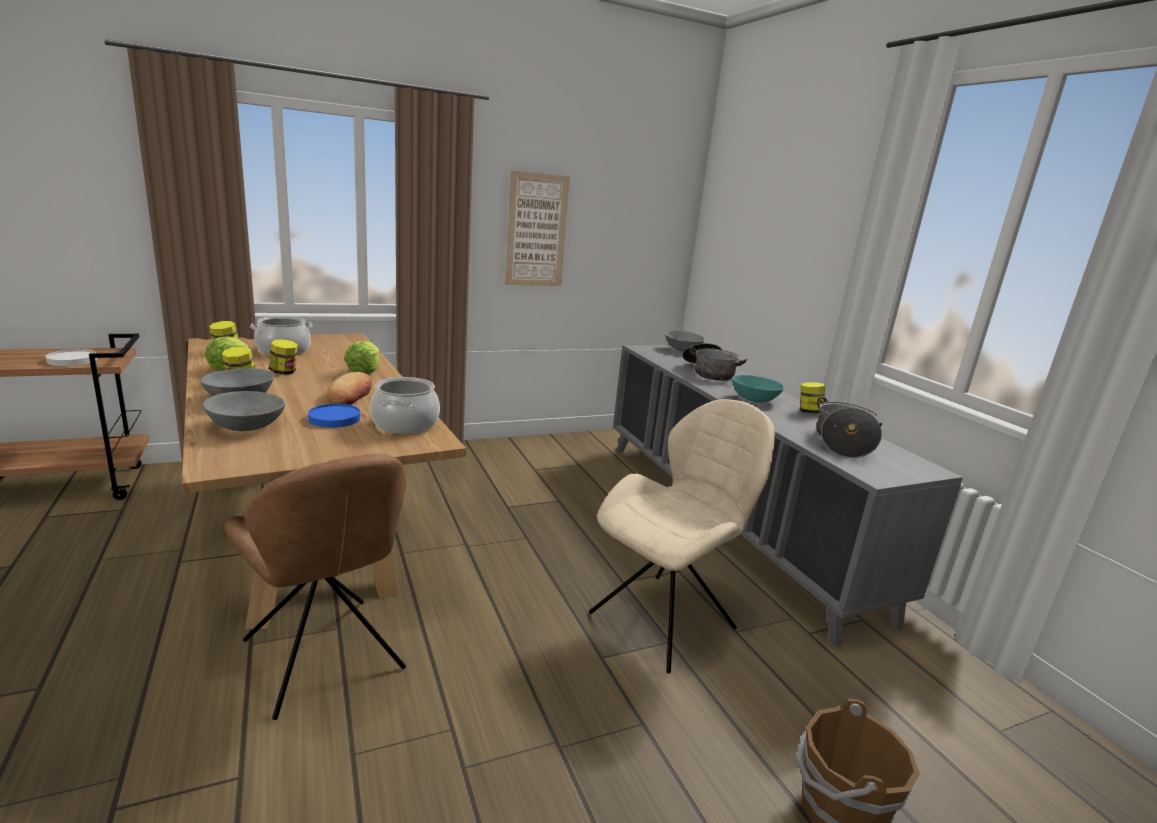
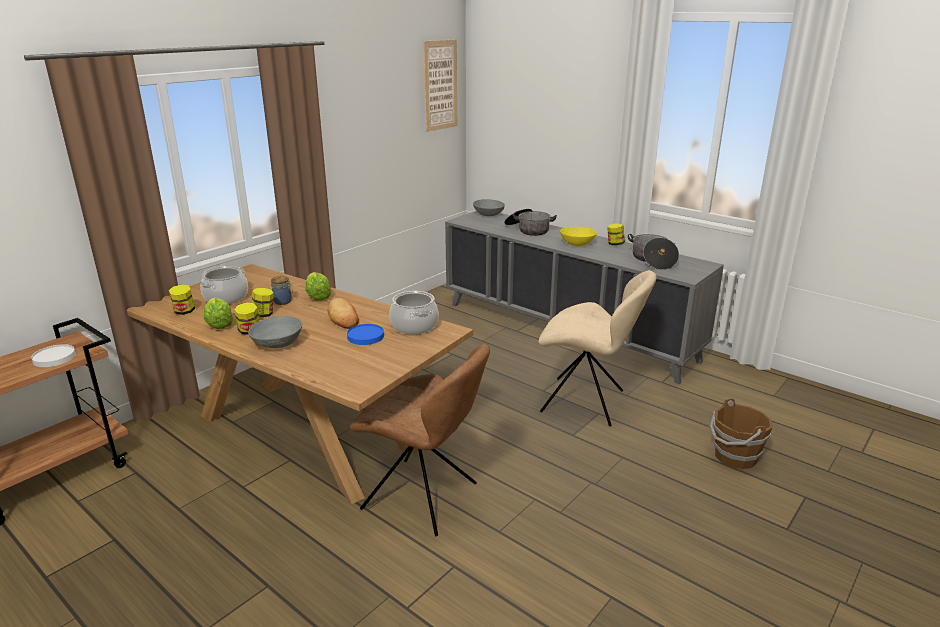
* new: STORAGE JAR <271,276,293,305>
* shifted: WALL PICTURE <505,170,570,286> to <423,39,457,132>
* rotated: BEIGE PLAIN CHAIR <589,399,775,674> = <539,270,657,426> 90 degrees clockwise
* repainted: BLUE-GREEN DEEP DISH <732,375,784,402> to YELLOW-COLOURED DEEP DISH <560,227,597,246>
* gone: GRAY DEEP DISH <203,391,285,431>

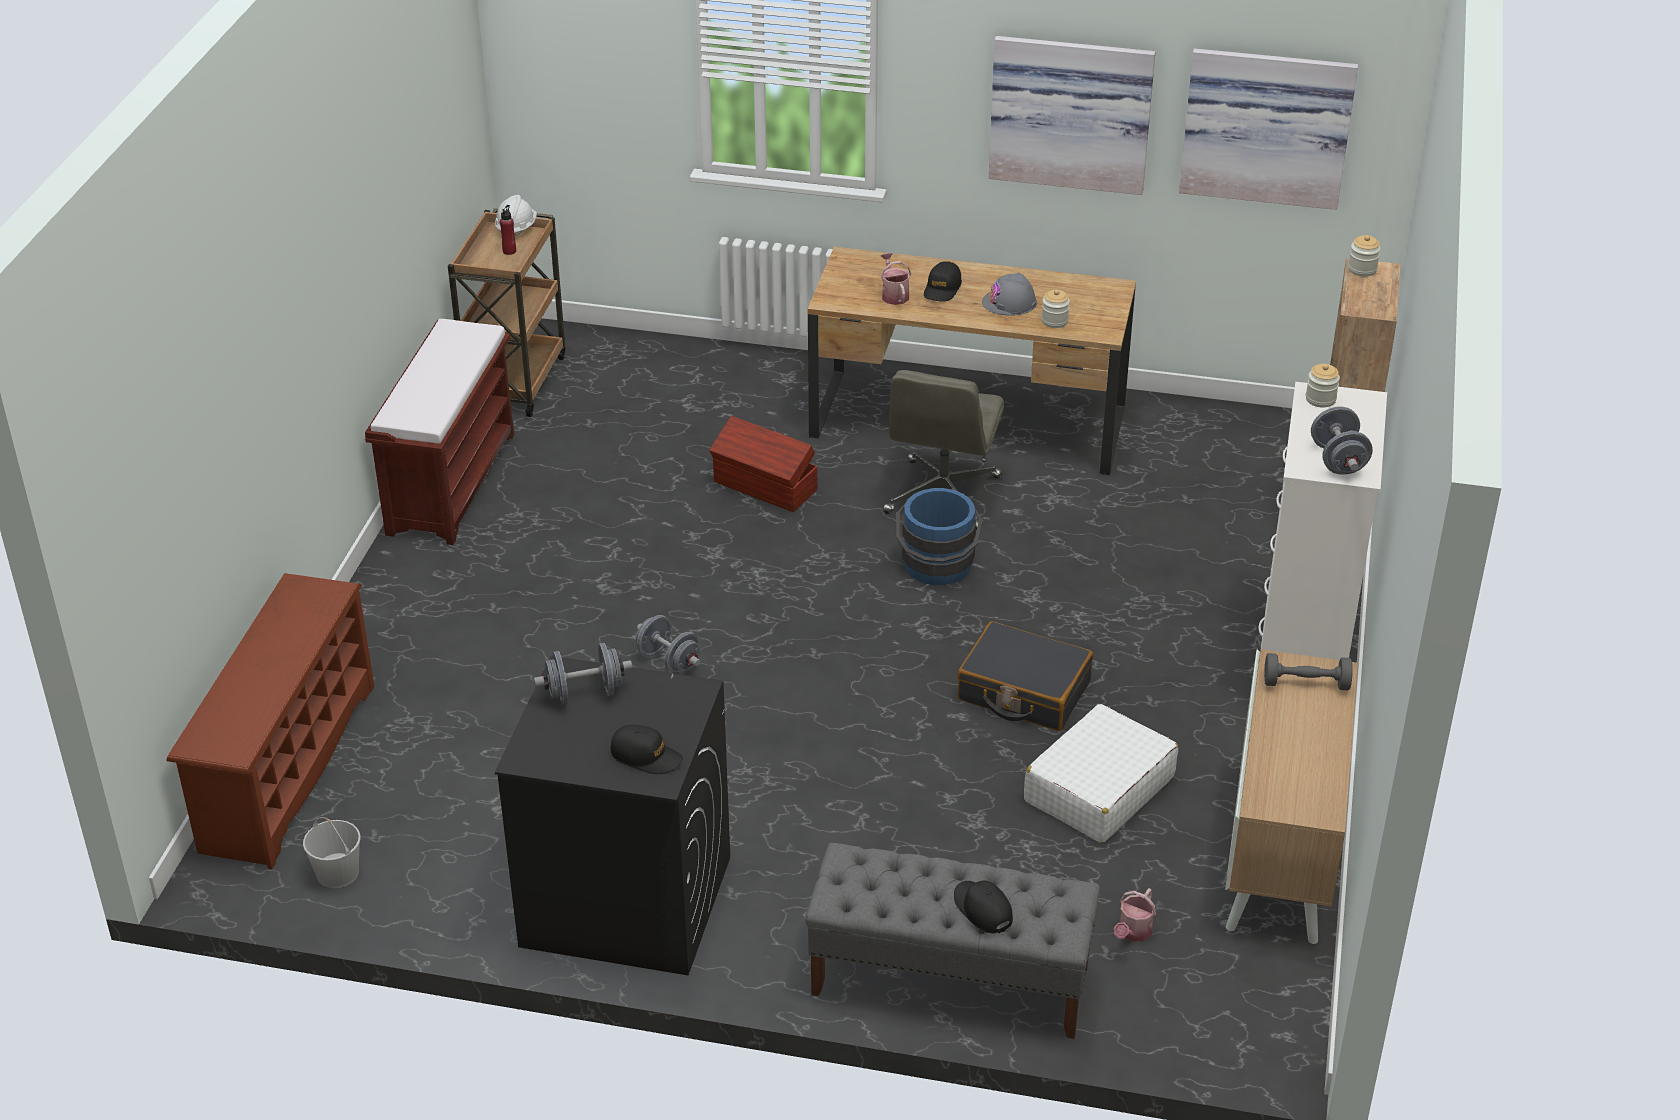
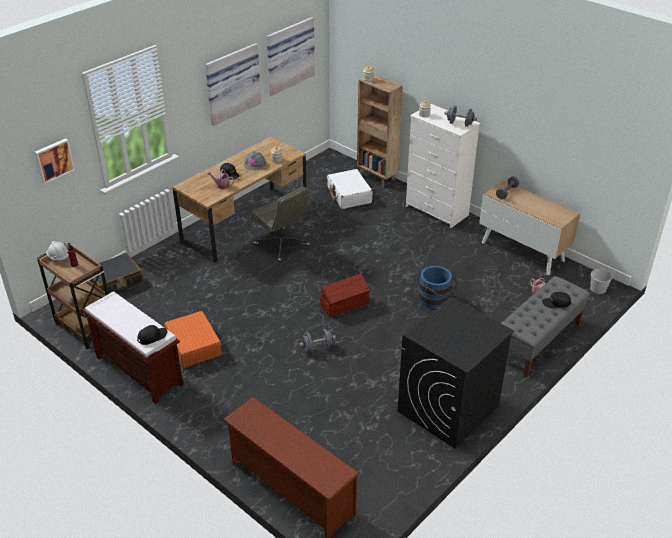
* new: WALL PICTURE <34,138,75,184>
* shifted: BLACK TRAVEL CASE <957,621,1093,731> to <89,253,143,294>
* shifted: BLACK PEAKED CAP <611,725,683,774> to <137,325,168,345>
* new: ORANGEY TRAVEL CASE <164,311,222,368>
* shifted: BROWN STORAGE BOX <709,416,817,512> to <320,274,370,317>
* shifted: WHITISH TRAVEL CASE <1024,704,1178,843> to <327,169,373,209>
* shifted: BLUE WATER BUCKET <896,488,983,585> to <418,266,458,309>
* shifted: WHITISH WATER BUCKET <303,818,361,888> to <590,267,613,294>
* gone: GRAY DUMBBELL <534,643,632,704>

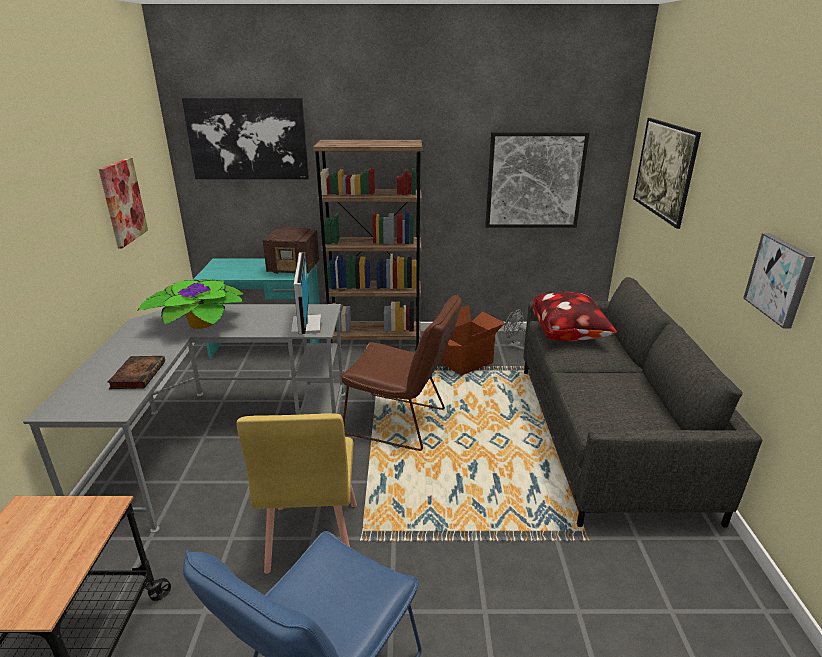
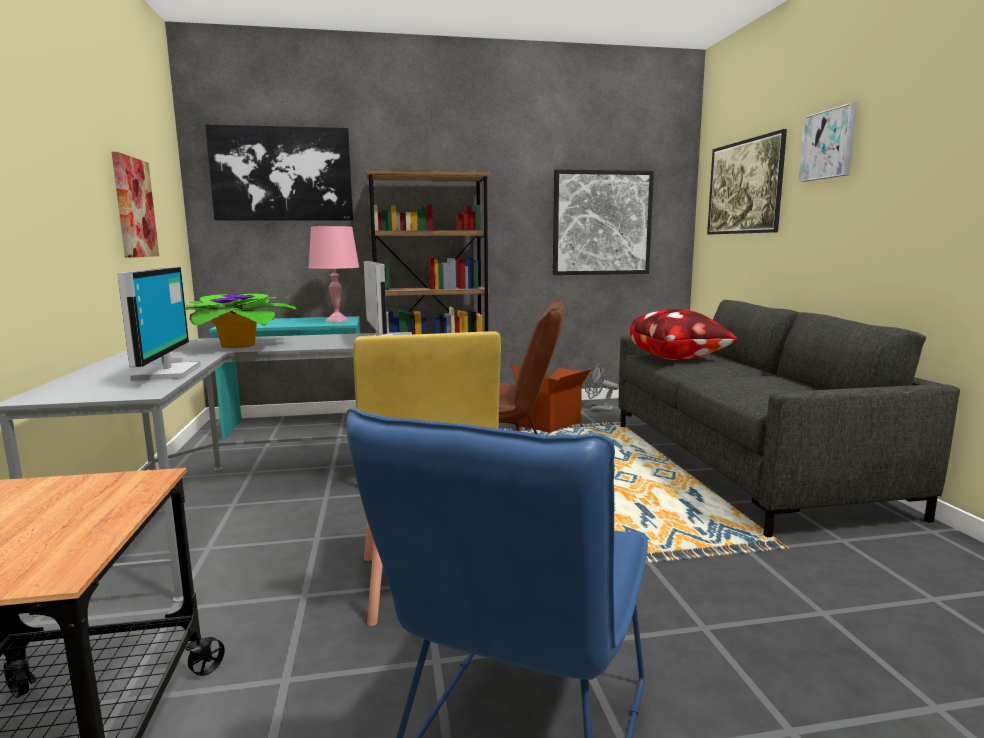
* swapped: BOUND BOOK <107,356,165,389> to COMPUTER DISPLAY <117,267,201,381>
* swapped: RADIO SET <263,227,319,274> to PINKISH LAMP FOR A TABLE <308,226,359,322>
* shifted: WALL PICTURE <743,233,815,328> to <798,103,857,182>

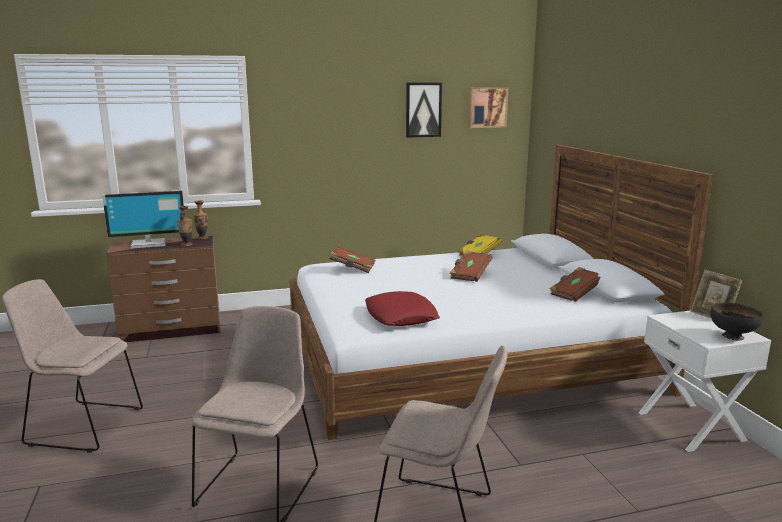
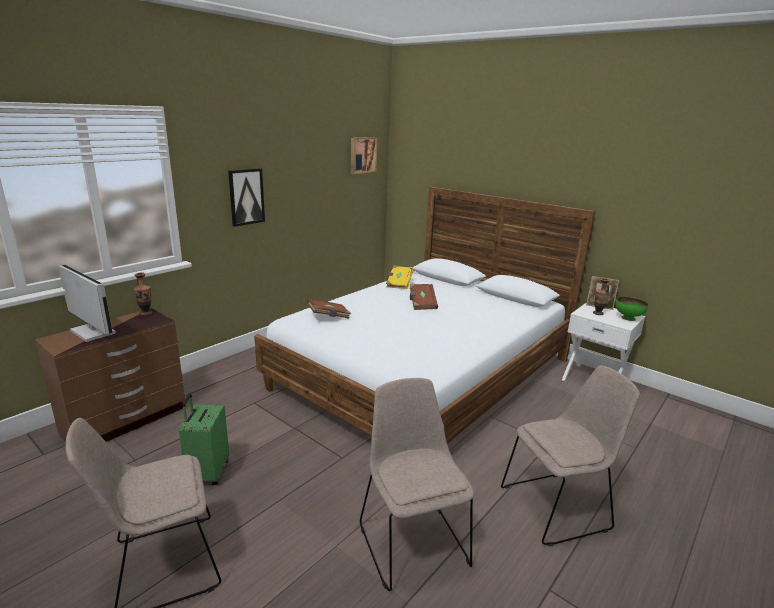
* rotated: COMPUTER DISPLAY <102,190,184,248> = <58,265,116,342> 90 degrees counterclockwise
* new: GREENISH TRAVEL CASE <179,394,229,485>
* shifted: WALL PICTURE <406,83,442,138> to <228,168,265,227>
* shifted: FLOWER VASE <177,206,193,246> to <593,278,610,315>
* repainted: BLACK DEEP DISH <710,303,763,340> to GREENISH DEEP DISH <615,297,649,321>
* gone: RED-COLOURED PILLOW <365,291,440,326>
* gone: BROWN BOUND BOOK <549,267,600,302>

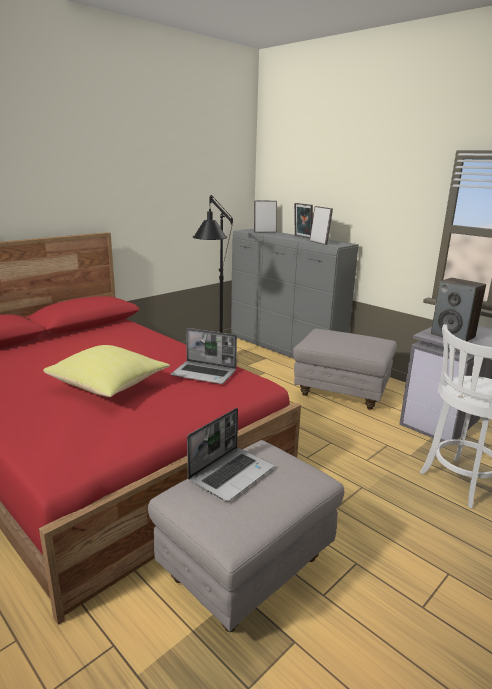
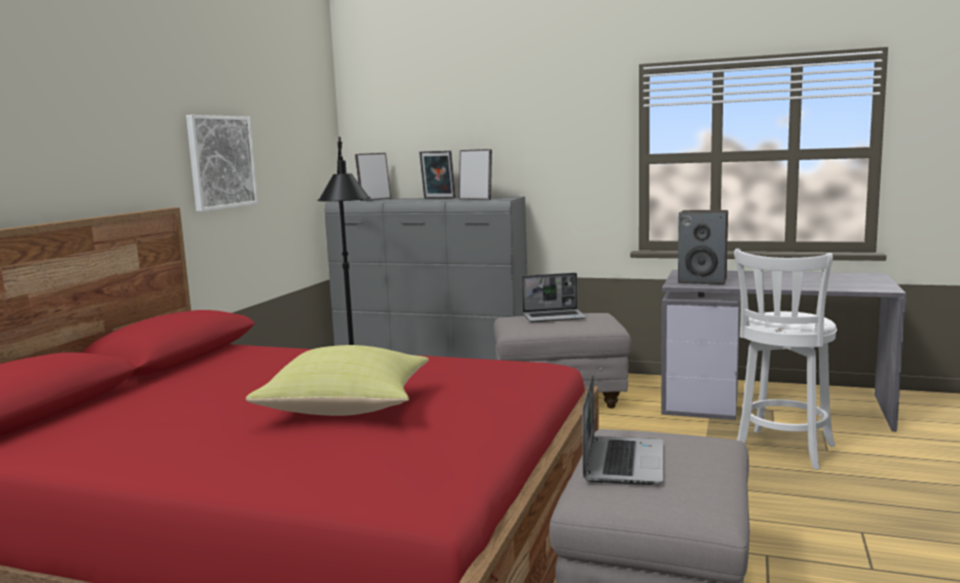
* new: WALL PICTURE <186,115,258,212>
* shifted: NOTEBOOK COMPUTER <171,328,237,384> to <522,273,587,322>

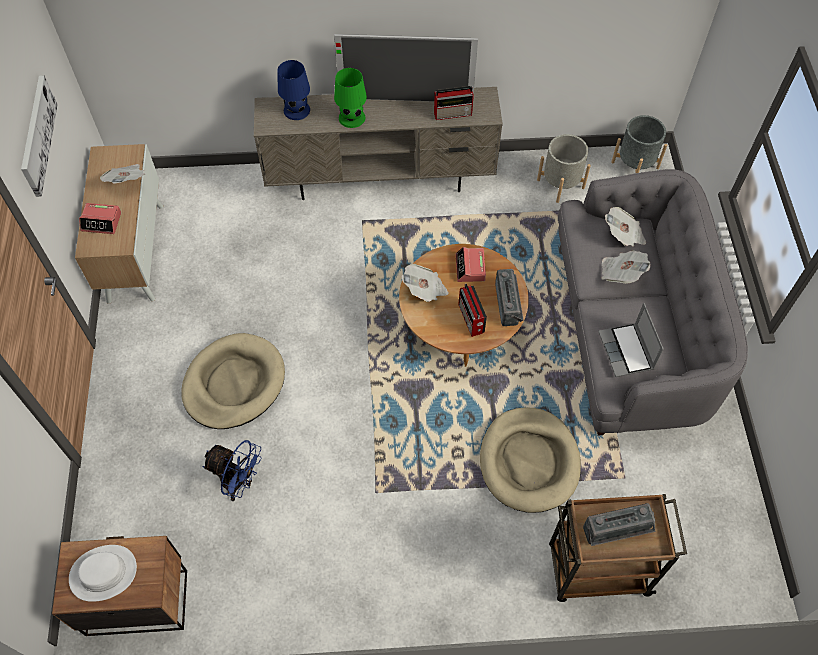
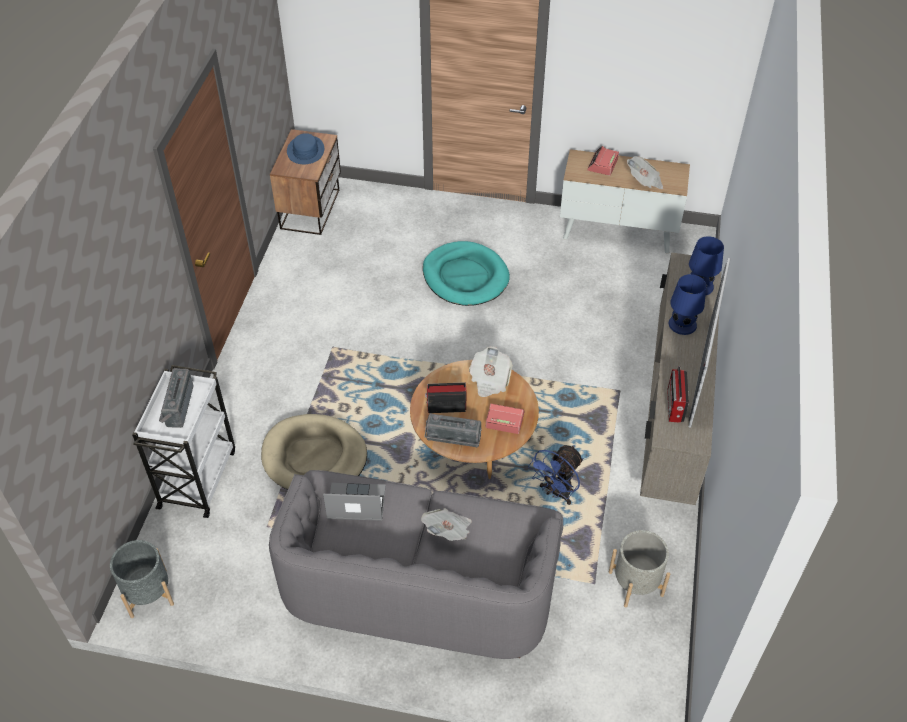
* shifted: GRAY FLOWER POT <611,115,667,173> to <110,540,174,618>
* repainted: BROWN TROLLEY <549,494,687,602> to WHITISH TROLLEY <132,365,235,518>
* repainted: WHITISH CLOTHING HAT <69,545,137,602> to BLUE CLOTHING HAT <287,133,324,164>
* repainted: BEIGE DOG CUSHION <181,333,285,429> to BLUE-GREEN DOG CUSHION <423,241,510,306>
* shifted: BLUE FAN <202,440,262,501> to <528,445,584,505>
* repainted: GREENISH LAMP FOR A TABLE <334,68,367,128> to BLUE LAMP FOR A TABLE <669,274,706,335>
* gone: WALL PICTURE <21,75,58,197>
* gone: NEWSPAPER <605,207,646,247>

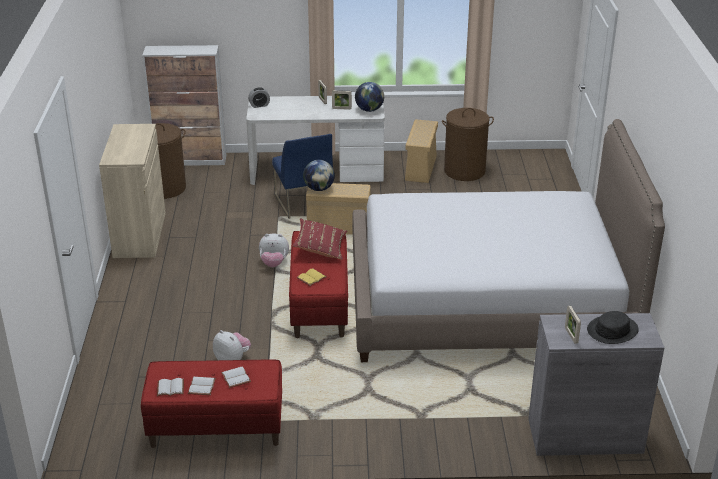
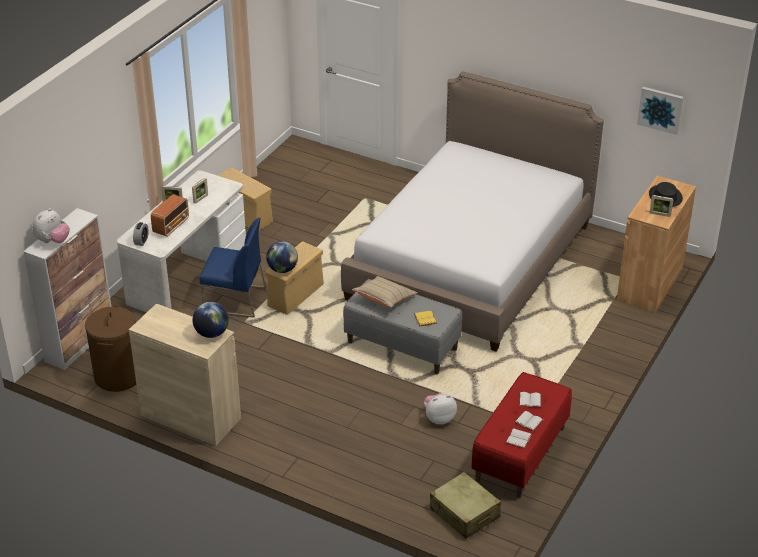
* shifted: PLUSH TOY <259,233,289,267> to <33,208,70,243>
* new: RADIO SET <151,194,189,237>
* shifted: DESK GLOBE <355,82,384,112> to <193,302,229,338>
* repainted: RED-COLOURED LONG SEAT <289,231,348,338> to GRAY LONG SEAT <343,279,462,374>
* repainted: RED-COLOURED PILLOW <293,219,347,260> to BEIGE PILLOW <352,276,418,308>
* new: BEIGE TRAVEL CASE <430,472,501,538>
* repainted: GRAY STORAGE CABINET <528,313,664,456> to BROWN STORAGE CABINET <617,176,696,313>
* new: WALL PICTURE <637,87,683,135>
* gone: BROWN HAMPER <442,108,494,181>

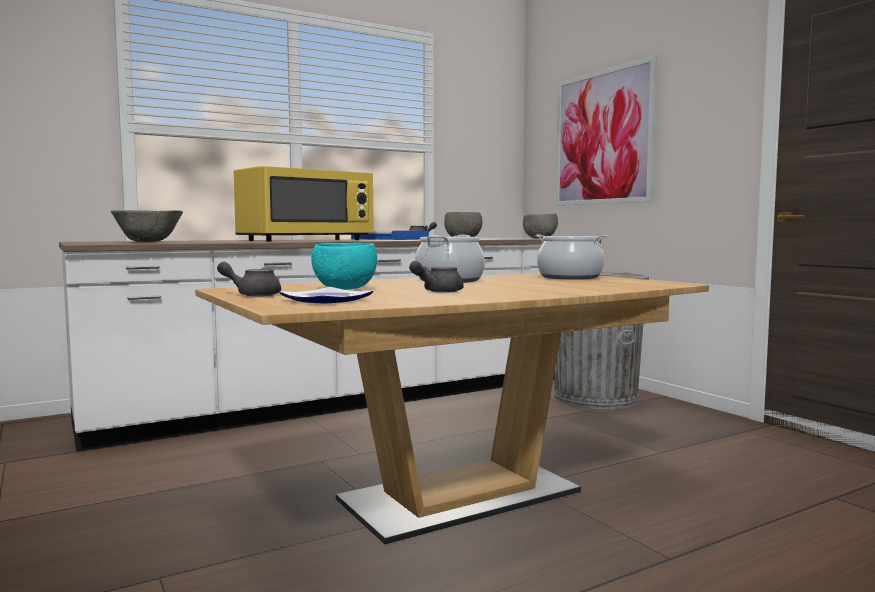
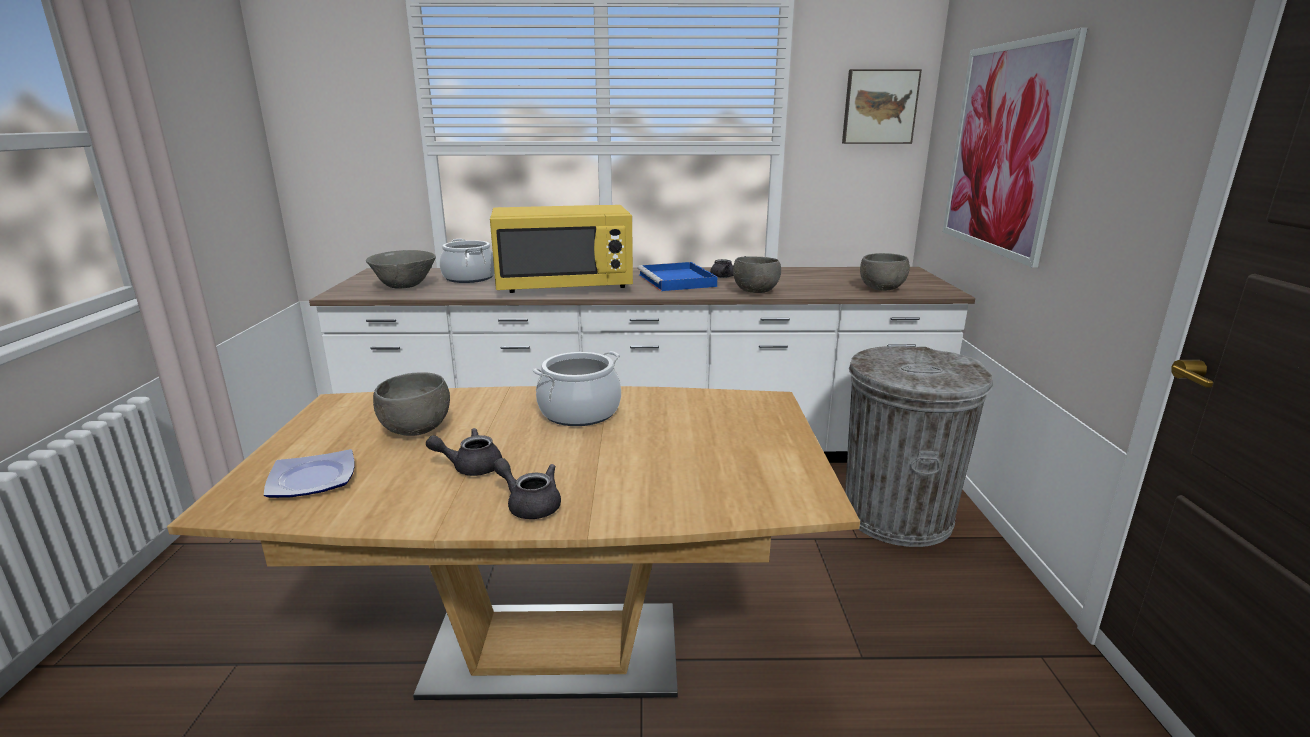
* repainted: BLUE-GREEN DEEP DISH <311,243,377,290> to GRAY DEEP DISH <373,372,450,436>
* shifted: COOKING POT <535,235,608,280> to <440,239,495,283>
* shifted: GRAY POT FOR TEA <217,262,281,297> to <493,458,561,519>
* new: WALL PICTURE <842,69,922,144>

